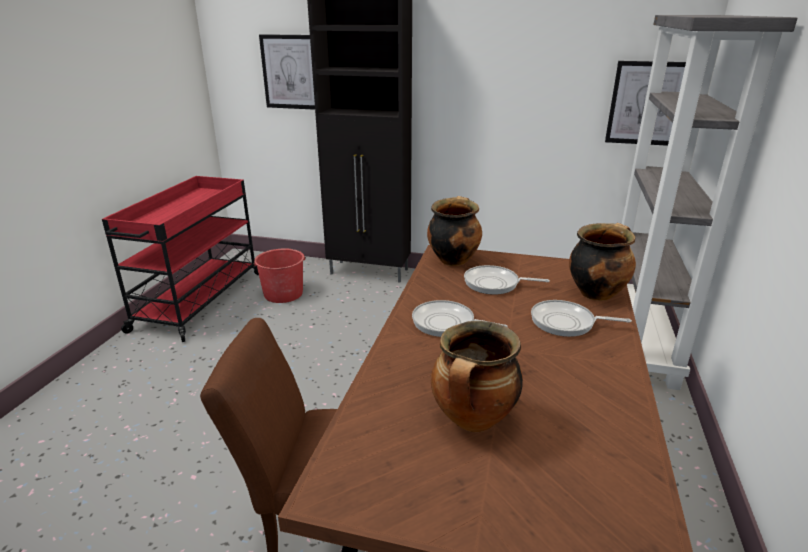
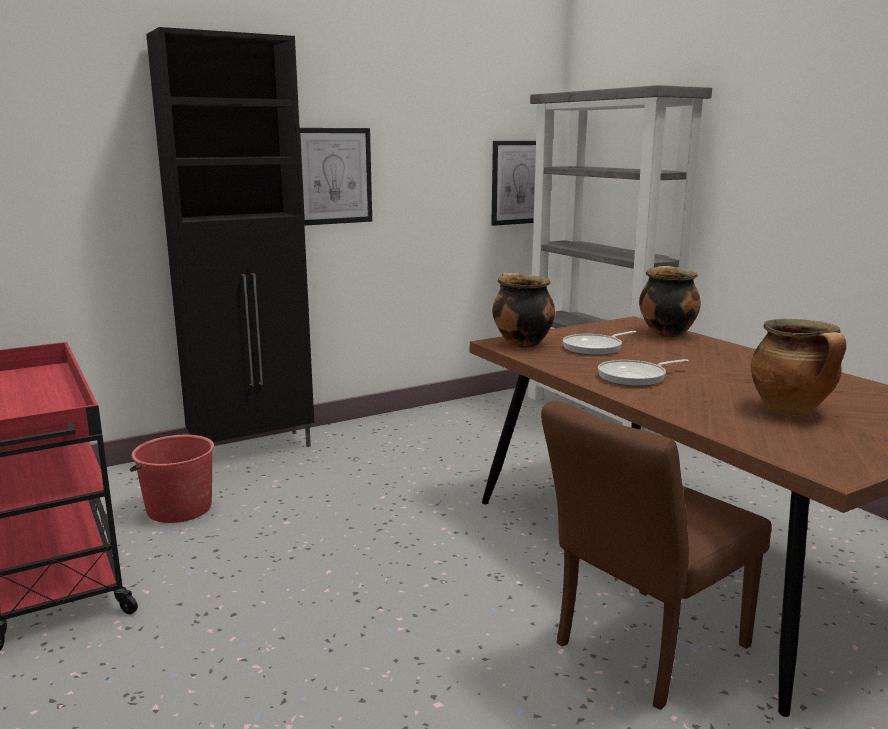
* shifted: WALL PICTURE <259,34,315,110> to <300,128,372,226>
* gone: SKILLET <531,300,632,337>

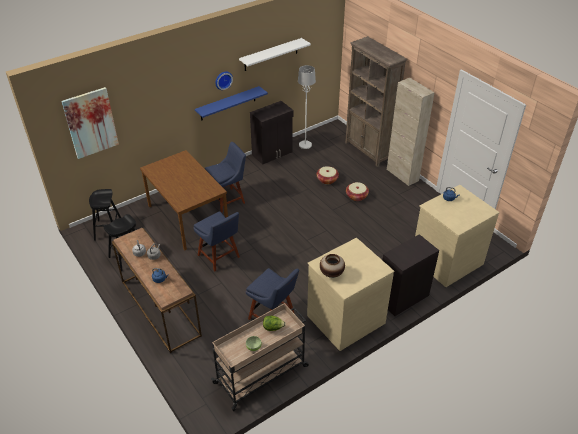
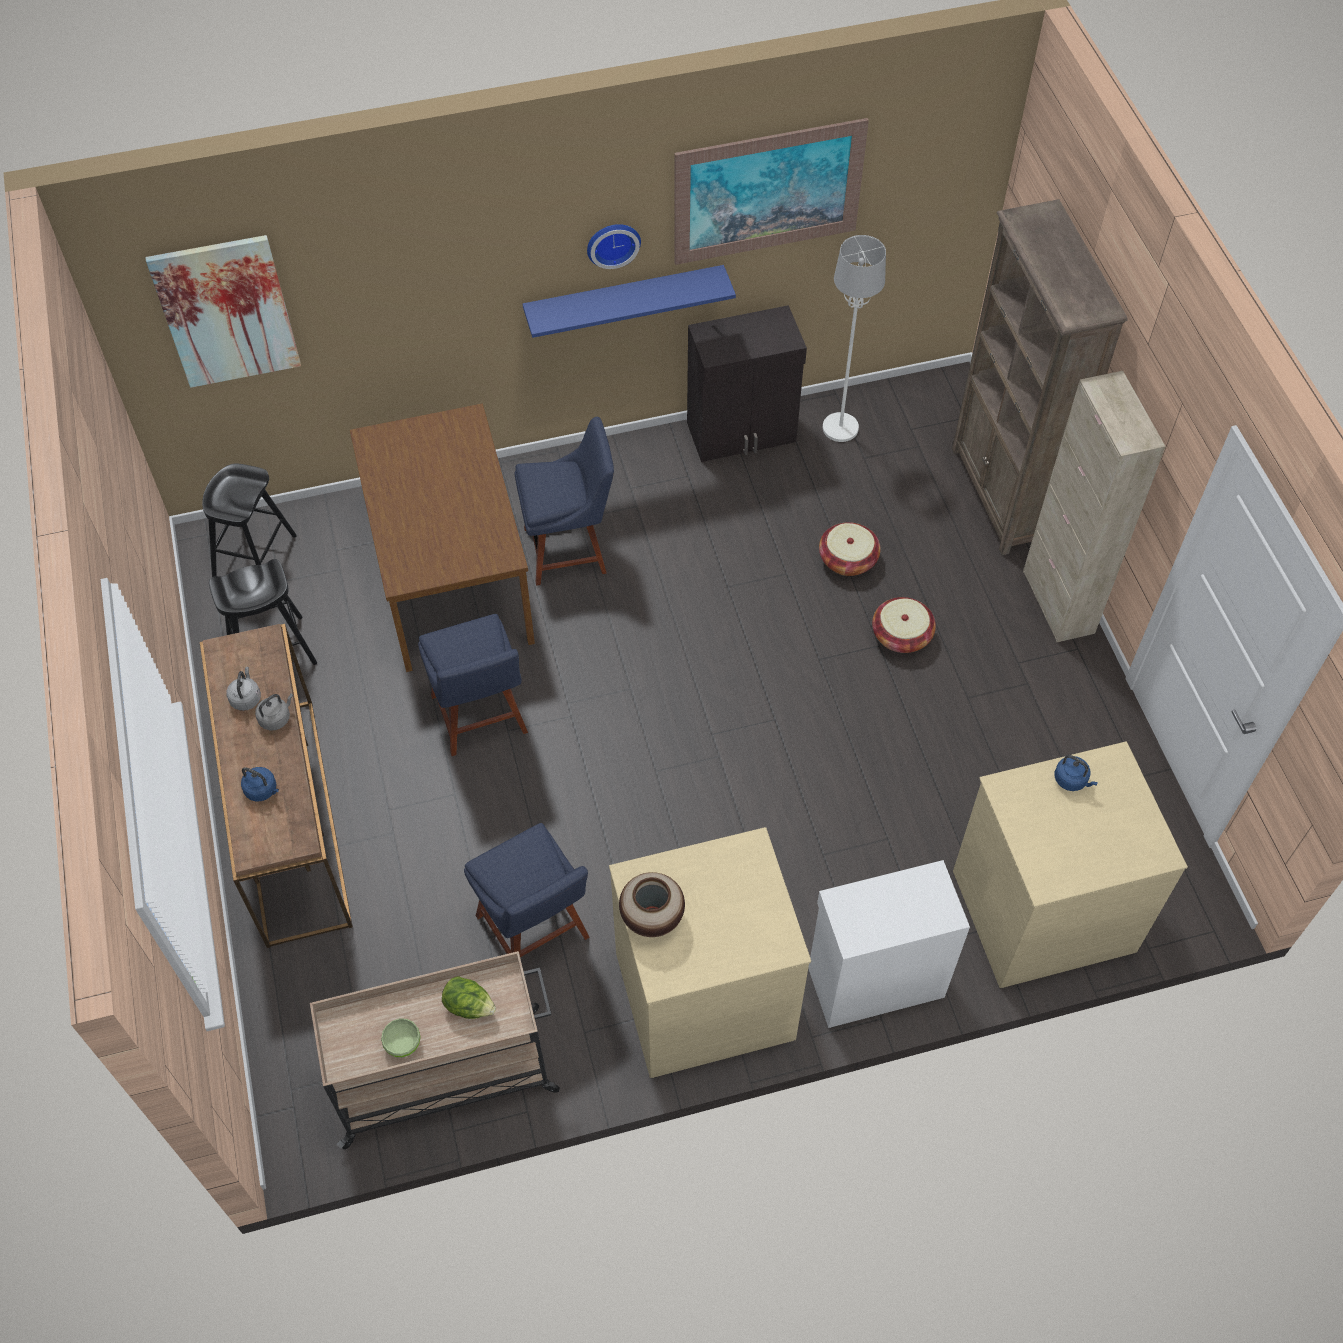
* swapped: WHITISH SHELF <239,38,311,71> to WALL PICTURE <674,118,869,265>
* repainted: BLACK STORAGE CABINET <382,234,439,316> to WHITISH STORAGE CABINET <808,860,970,1028>

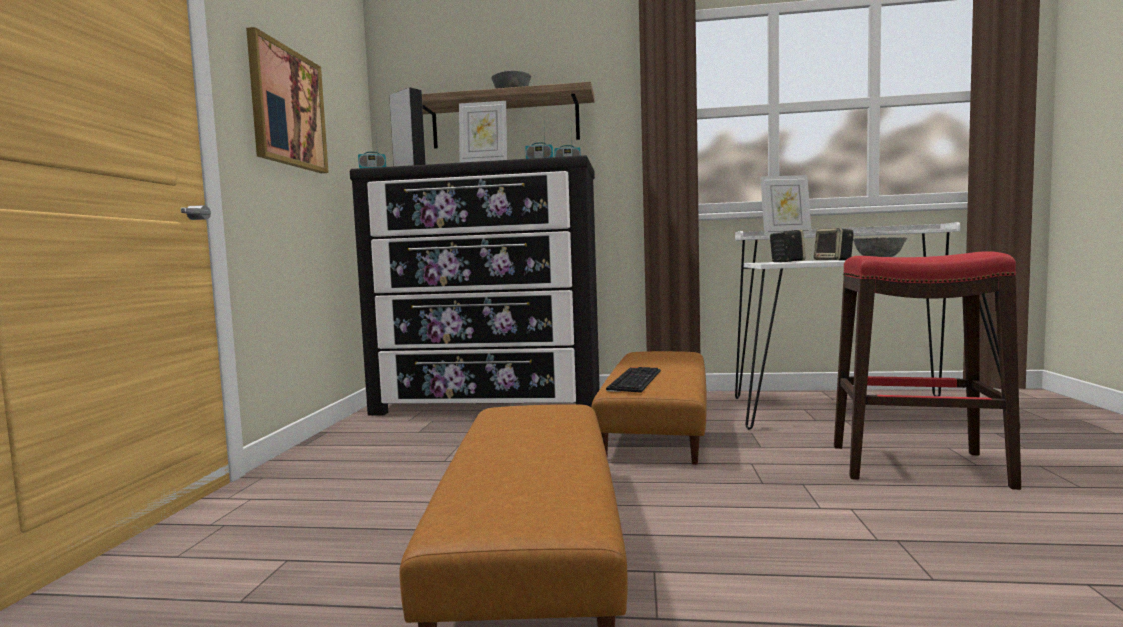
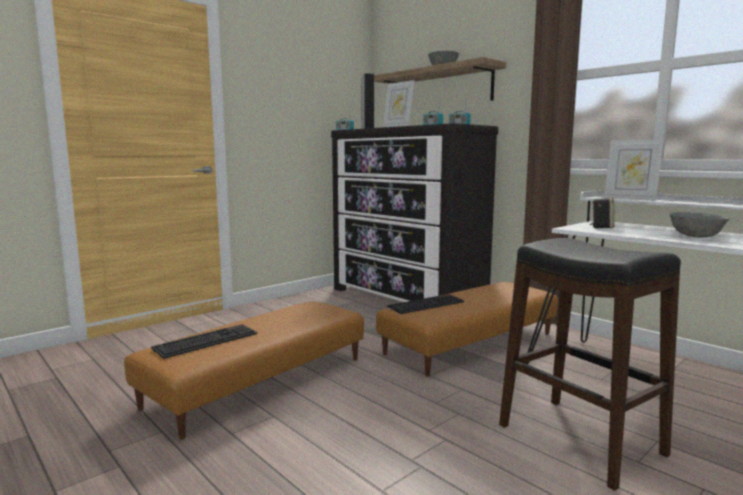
* new: KEYBOARD <151,324,257,359>
* repainted: RED-COLOURED SITTING STOOL <834,251,1021,490> to BLACK SITTING STOOL <499,238,681,491>
* gone: WALL PICTURE <246,27,329,173>
* gone: AUDIO SPEAKER <814,228,854,260>

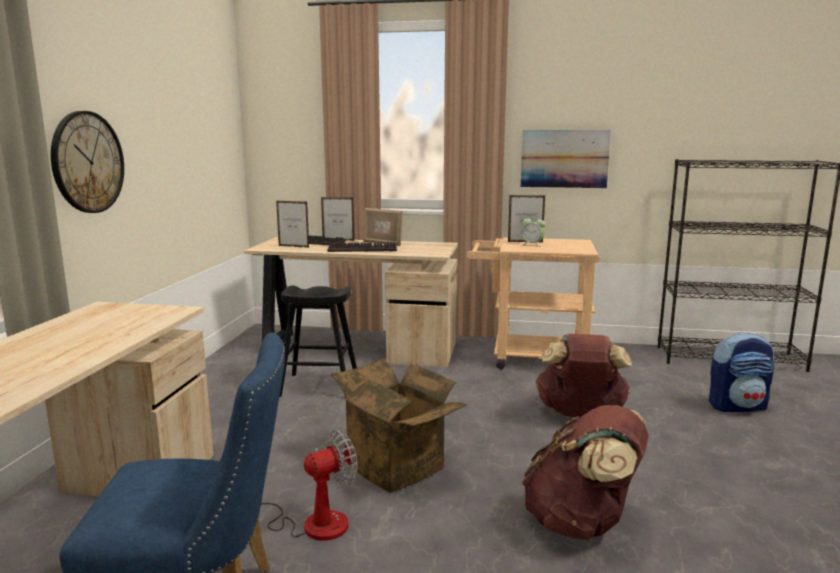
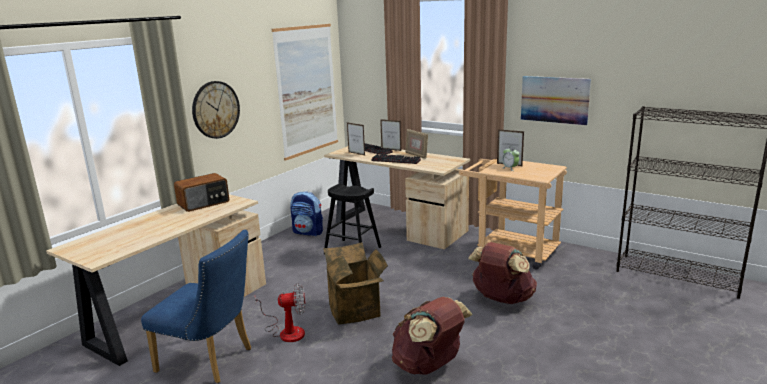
* new: RADIO SET <174,173,229,212>
* new: WALL PICTURE <272,24,338,161>
* shifted: RUCKSACK <709,332,774,412> to <291,191,323,236>

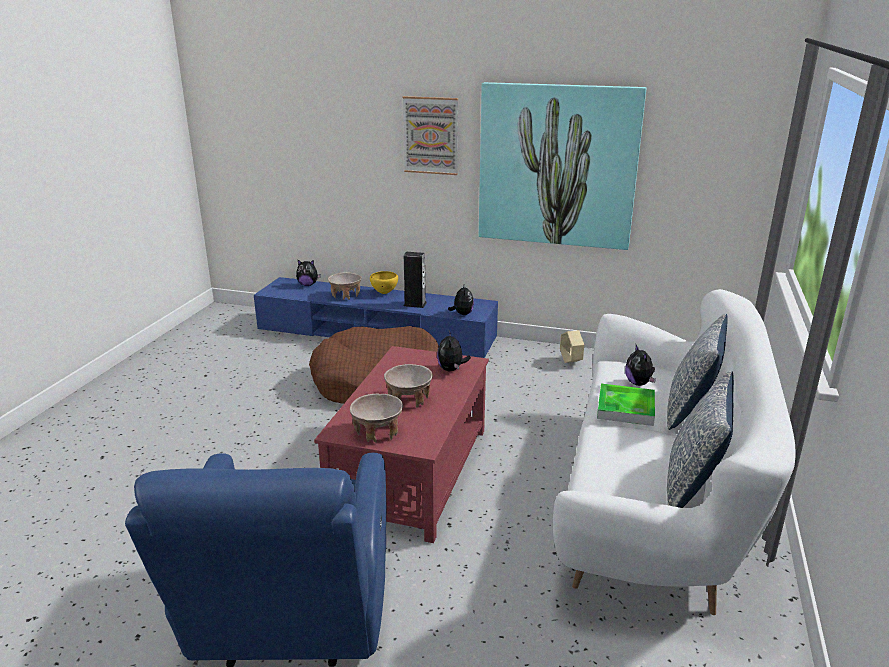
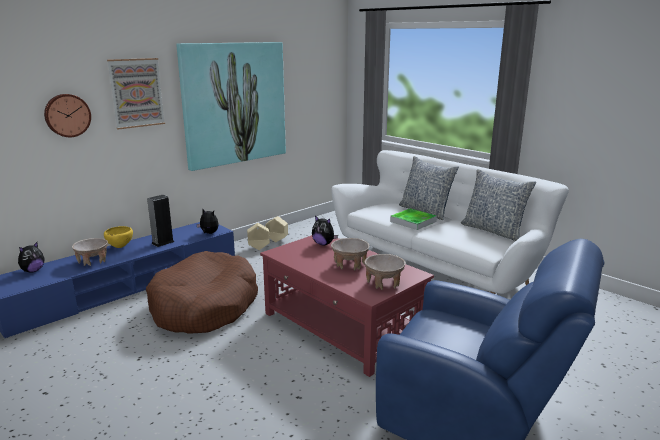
* new: HANGING CLOCK <44,94,91,137>
* new: BEIGE FLOWER POT <247,223,270,250>
* gone: PLUSH TOY <625,345,656,386>

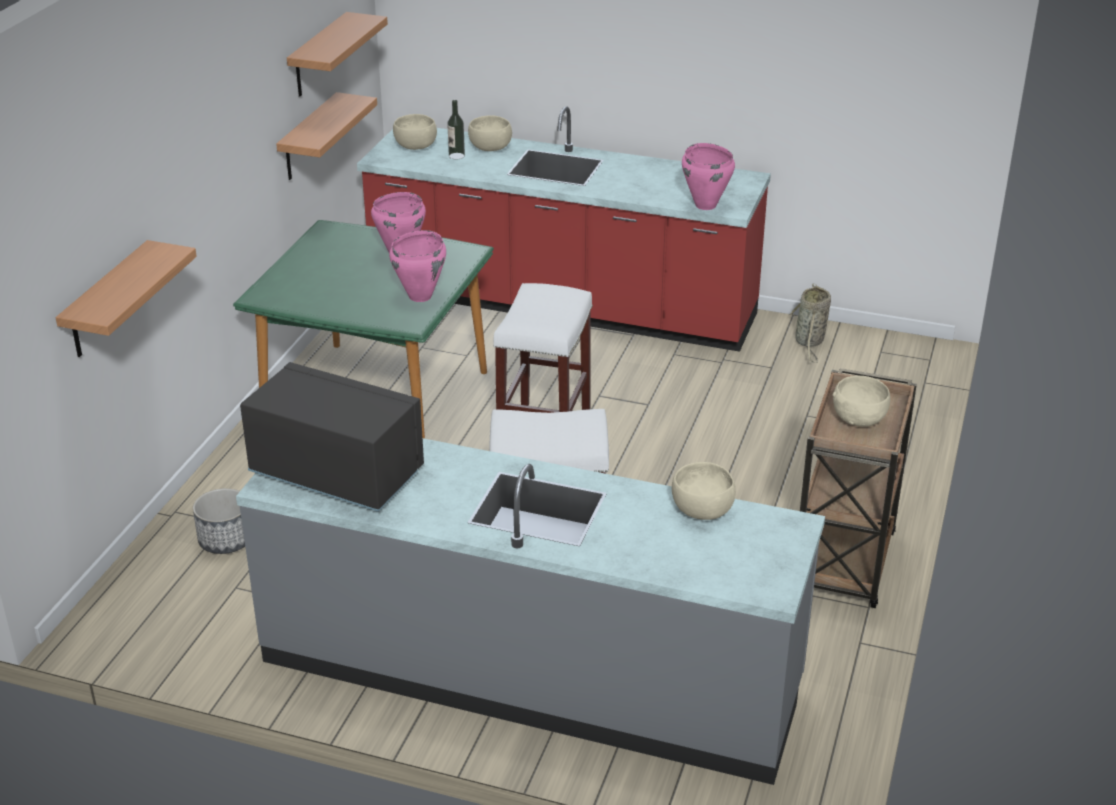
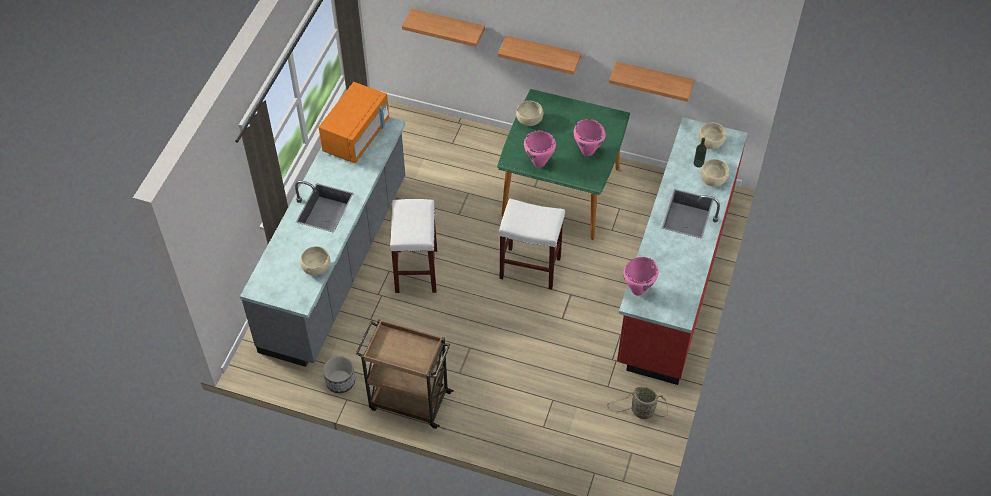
* repainted: BLACK MICROWAVE <240,362,424,512> to ORANGEY MICROWAVE <319,82,389,164>
* shifted: FLOWER POT <193,488,245,554> to <323,356,355,393>
* shifted: SHELF <287,12,388,96> to <498,36,582,75>
* shifted: BEIGE DEEP DISH <833,376,891,427> to <516,101,543,126>

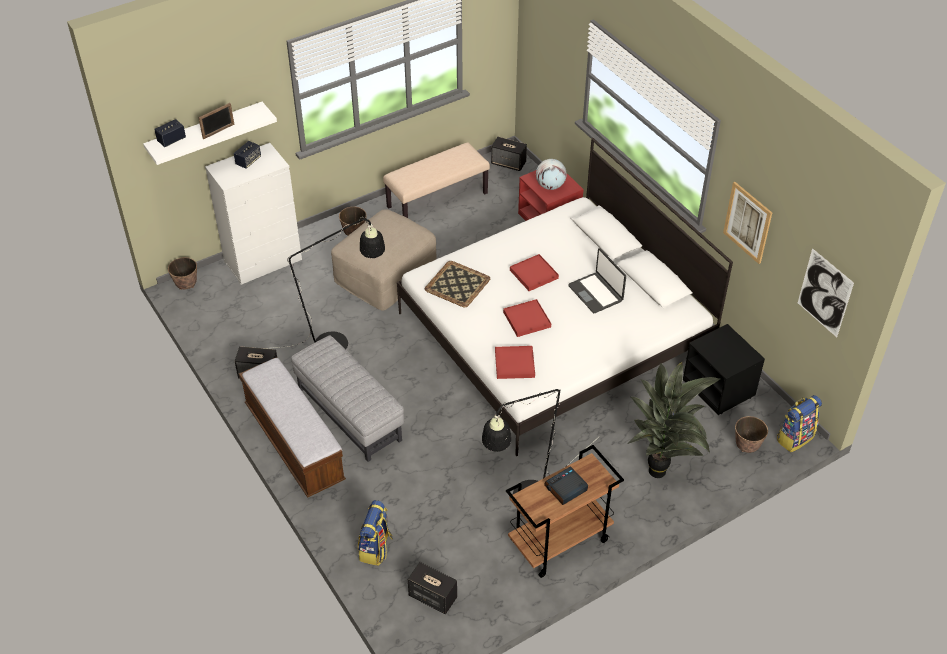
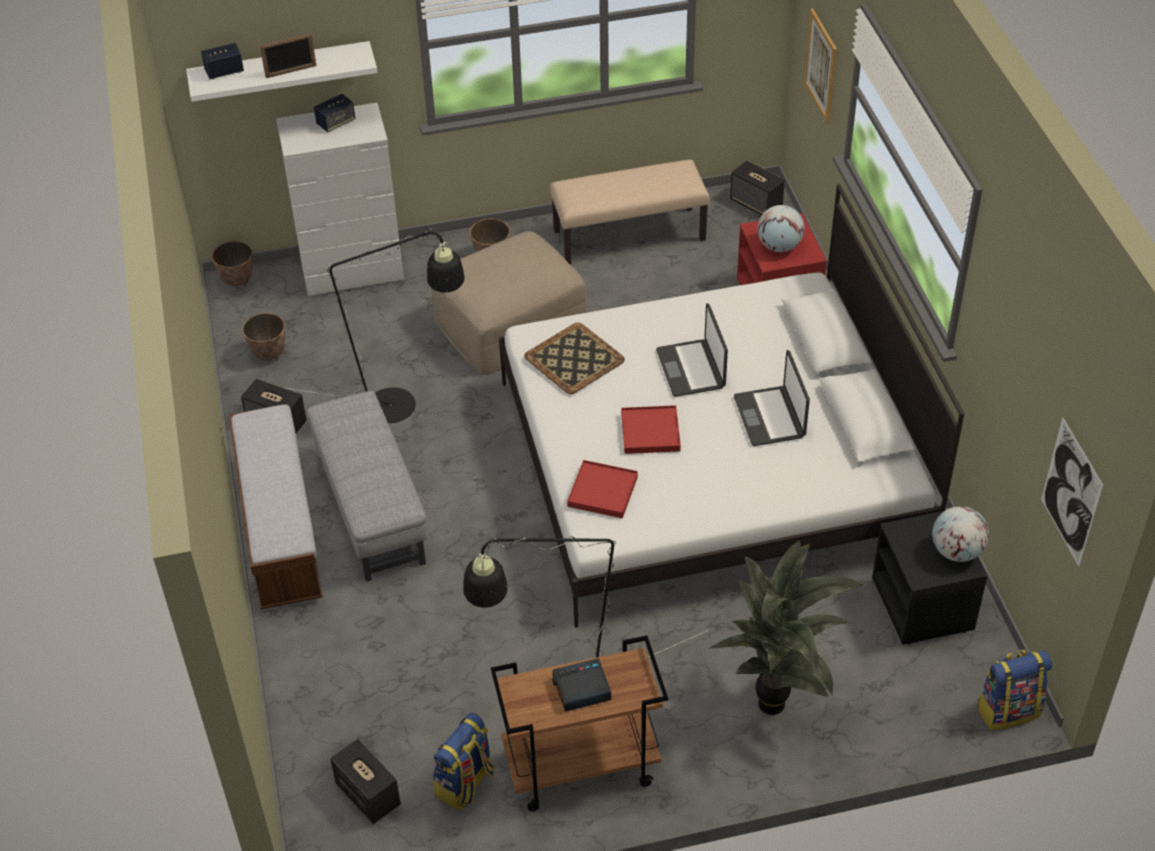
* shifted: FLOWER POT <735,416,768,453> to <242,313,285,360>
* shifted: RUCKSACK <358,500,393,566> to <433,713,494,810>
* swapped: RED-COLOURED SERVING TRAY <510,254,559,291> to NOTEBOOK COMPUTER <656,303,728,397>
* shifted: WALL PICTURE <723,182,772,264> to <804,8,837,124>
* new: DESK GLOBE <932,506,989,562>

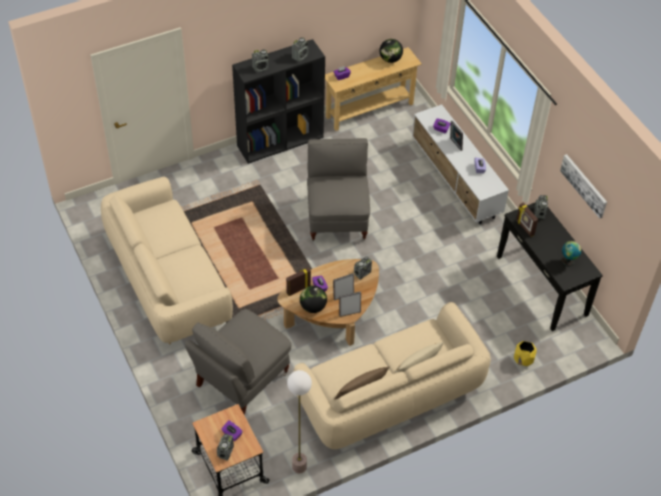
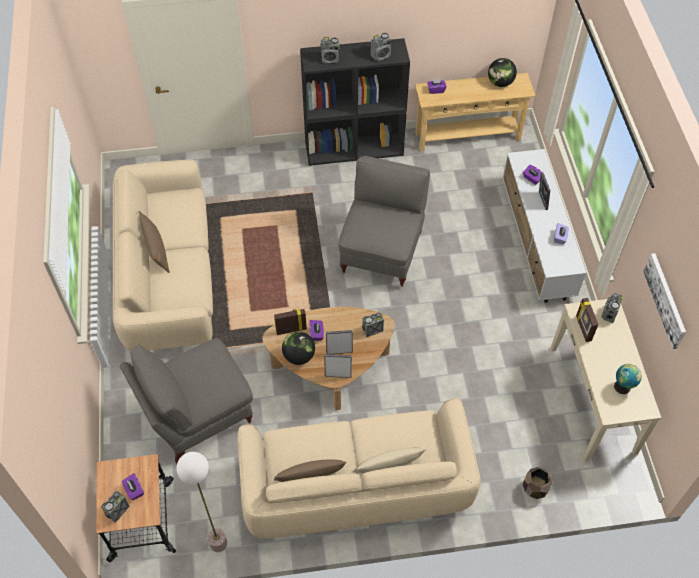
* new: BROWN PILLOW <139,211,170,273>
* repainted: YELLOW-COLOURED FLOWER POT <514,341,537,366> to BROWN FLOWER POT <522,467,553,499>
* repainted: BLACK NARROW TABLE <497,203,603,331> to BEIGE NARROW TABLE <551,299,661,462>

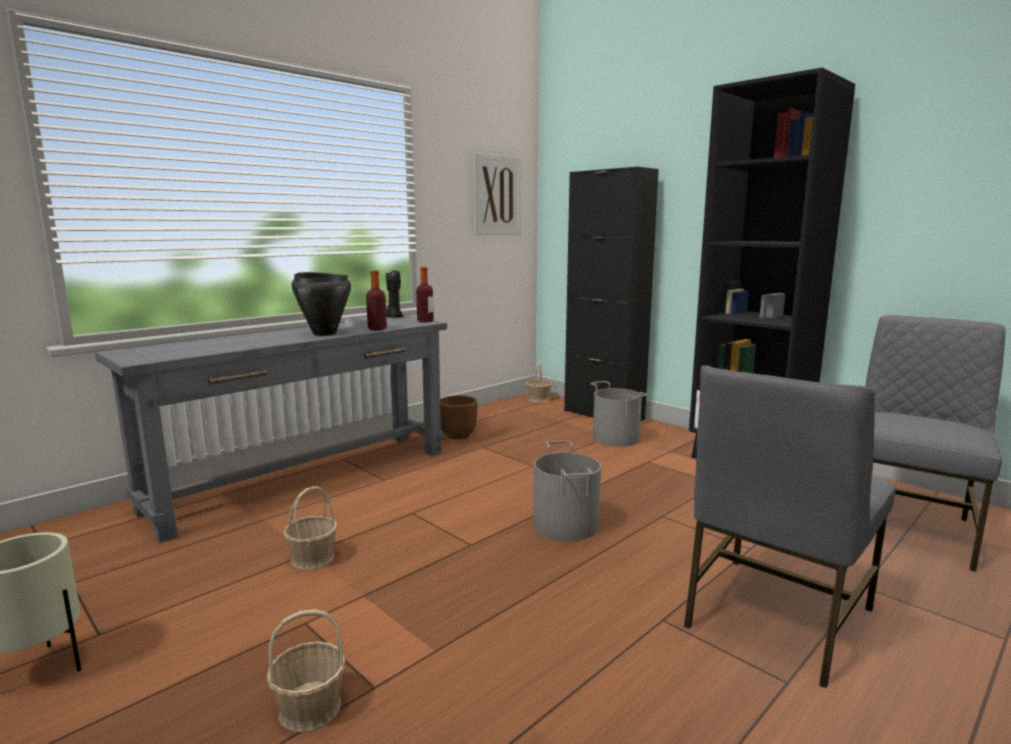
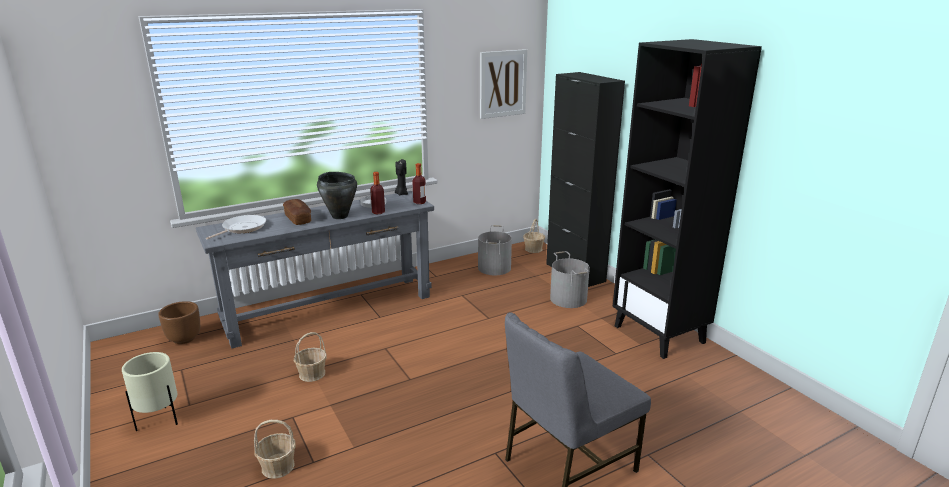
* shifted: BROWN FLOWER POT <440,395,478,439> to <158,301,200,344>
* new: SKILLET <206,215,266,239>
* new: BAKED BREAD <283,199,311,225>
* shifted: GRAY WATER BUCKET <533,441,601,541> to <478,225,512,275>
* gone: GRAY PLAIN CHAIR <865,315,1005,572>

